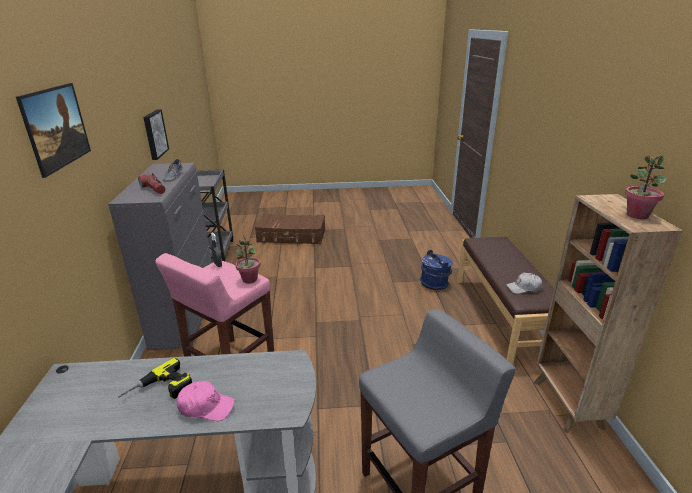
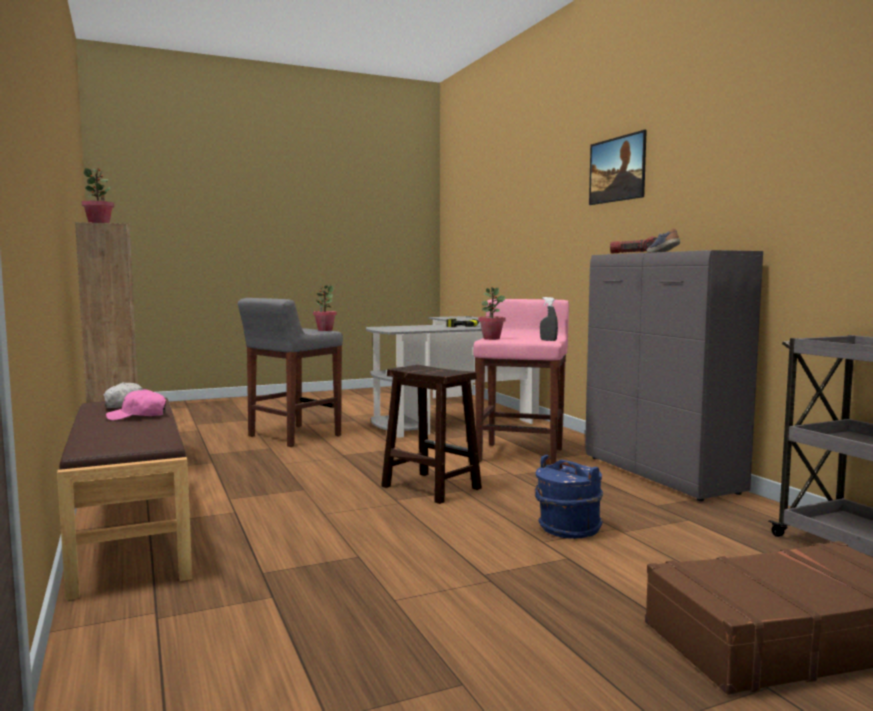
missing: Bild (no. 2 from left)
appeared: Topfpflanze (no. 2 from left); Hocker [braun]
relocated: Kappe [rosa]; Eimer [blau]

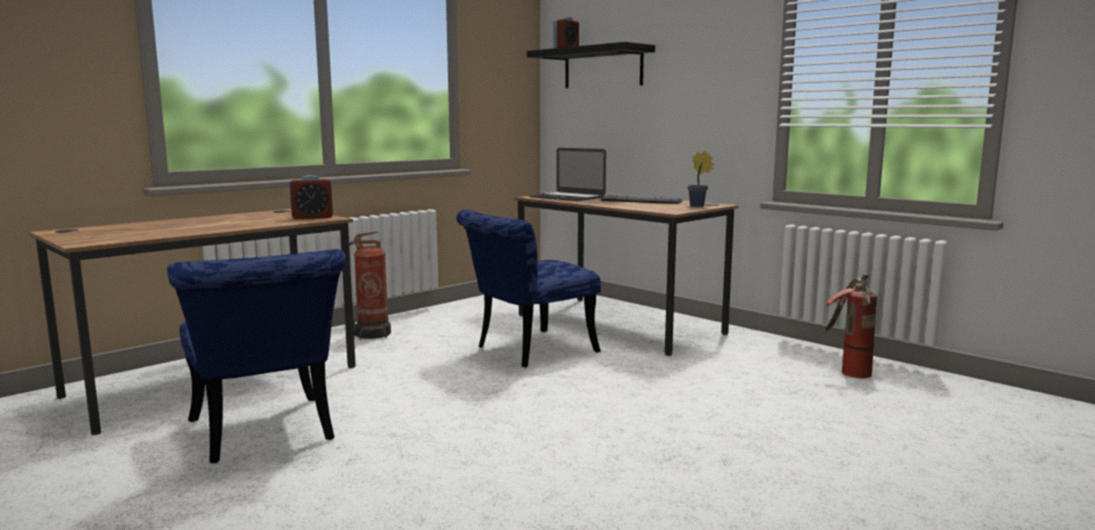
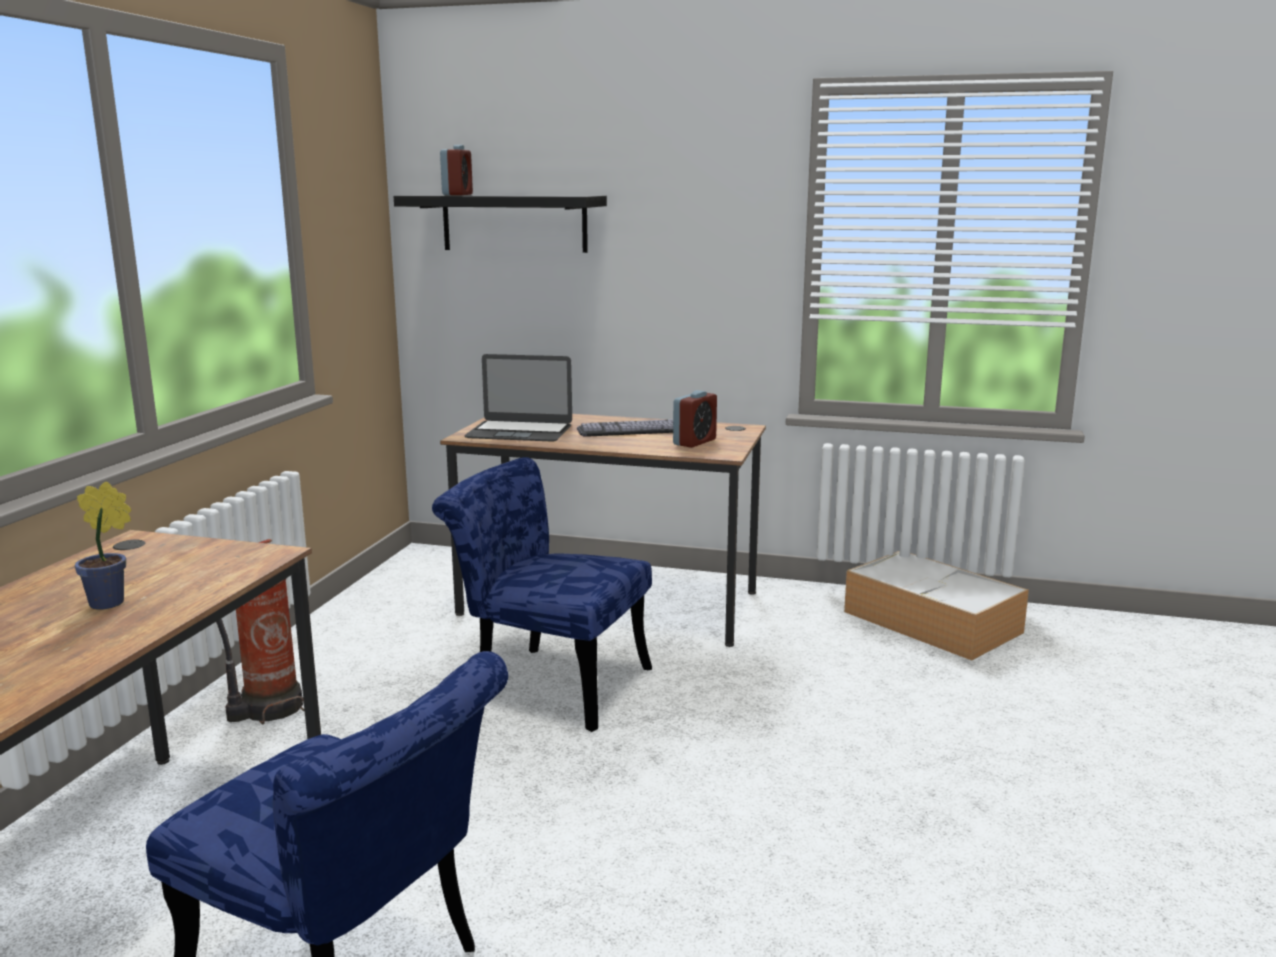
relocated: Topfpflanze; Wecker (no. 1 from left in the first image) to Wecker (no. 2 from left)
exchanged: Feuerlöscher (no. 2 from left) to Aufbewahrungsbox
spun: Stuhl [blau] (no. 2 from left) 90 degrees clockwise

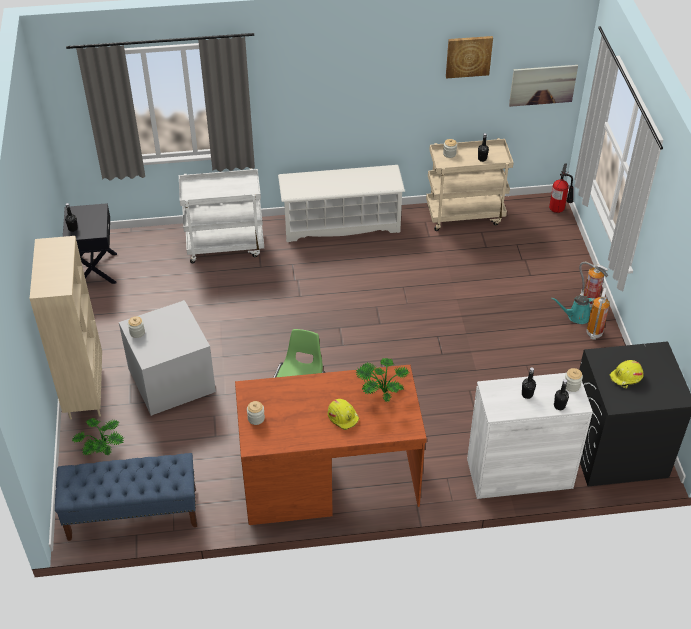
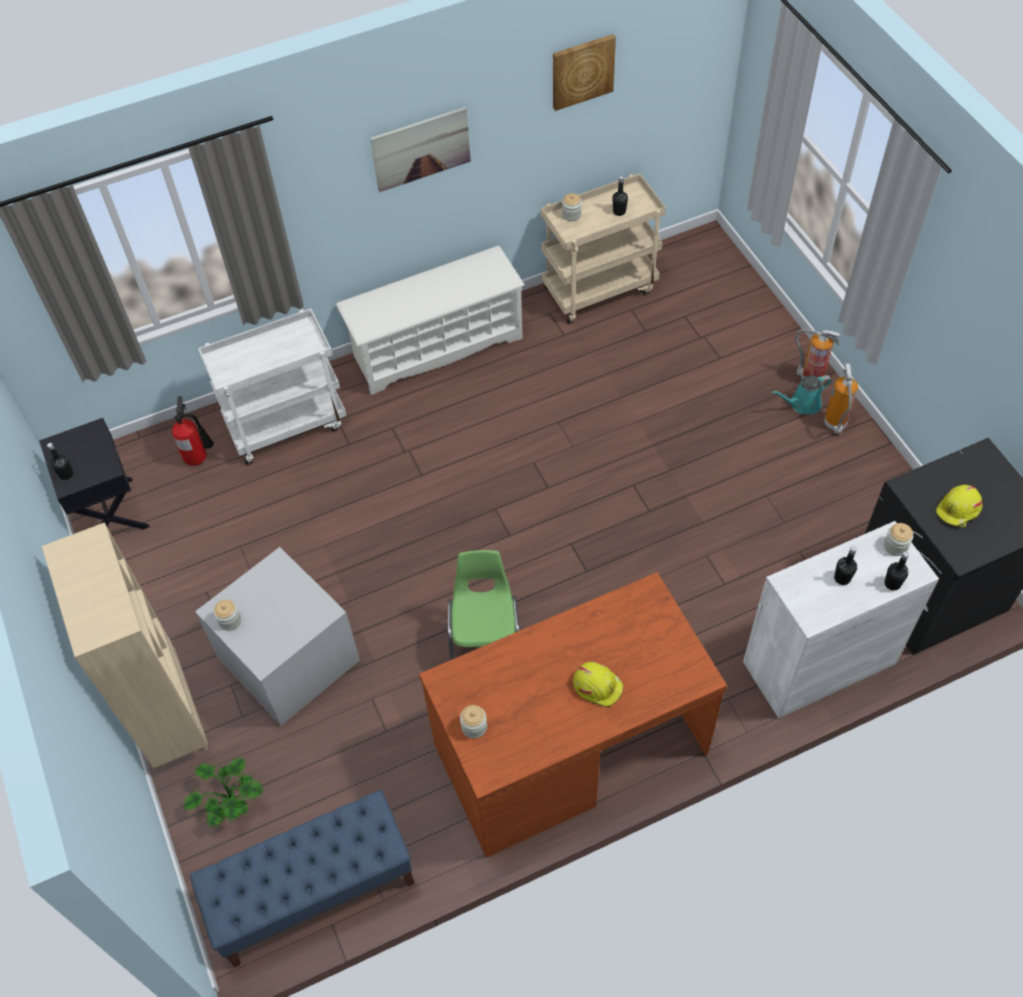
missing: Topfpflanze (no. 2 from left)
relocated: Feuerlöscher (no. 1 from left); Bild (no. 2 from left in the first image) to Bild (no. 1 from left)

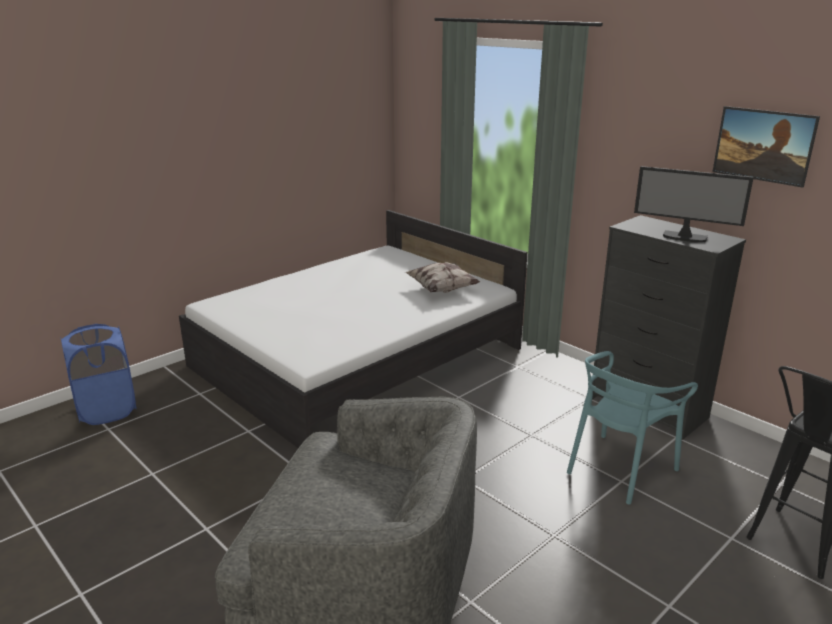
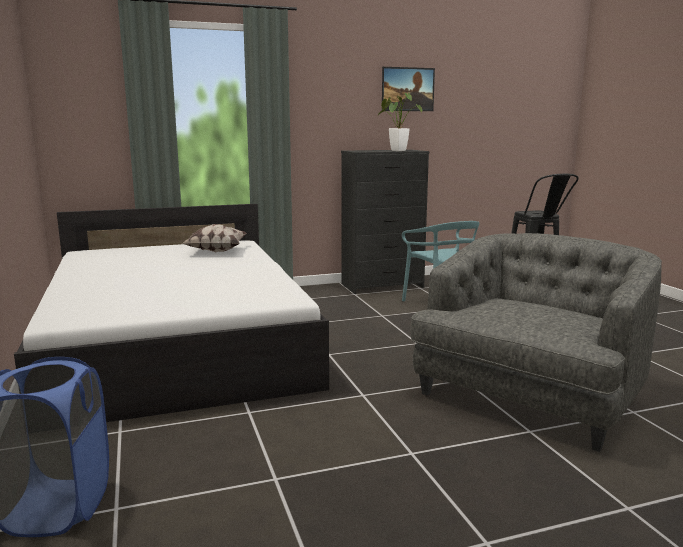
exchanged: Monitor to Topfpflanze

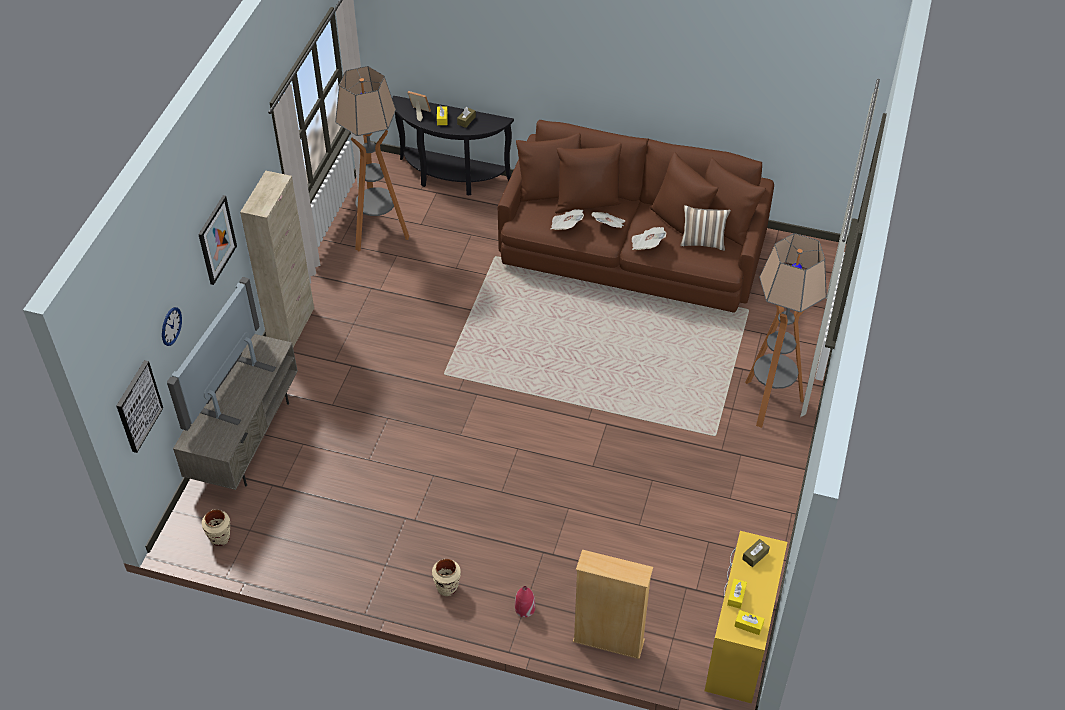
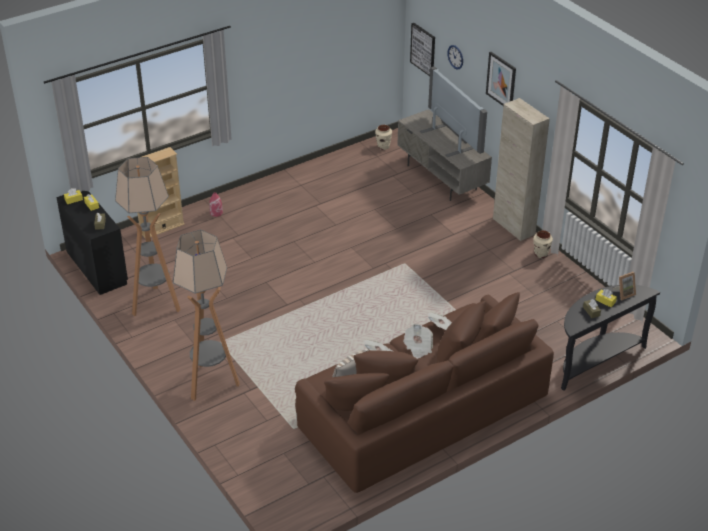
relocated: Stehlampe (no. 1 from left); Vase [beige] (no. 2 from left)
colour: Schreibtisch [gelb] to Schreibtisch [schwarz]

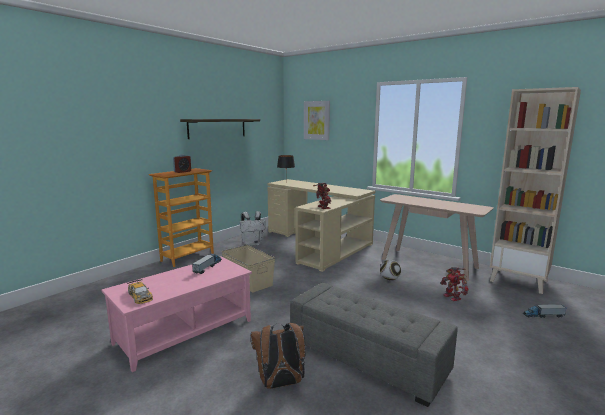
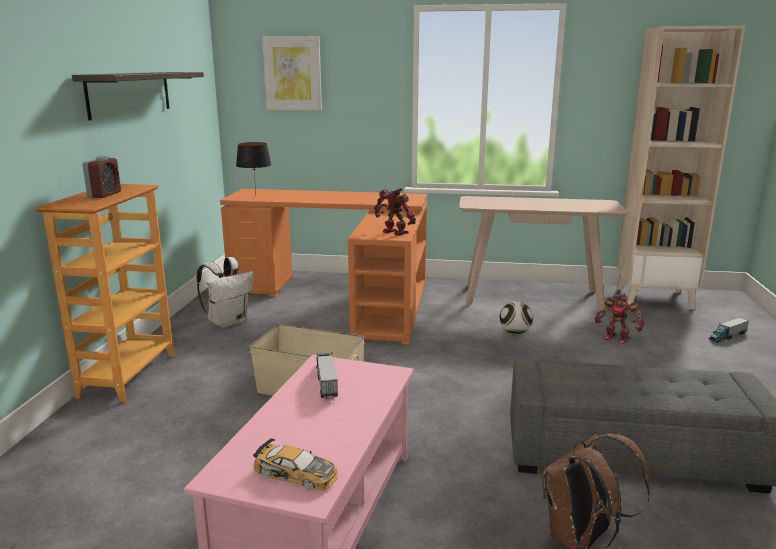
colour: Schreibtisch [beige] to Schreibtisch [orange]

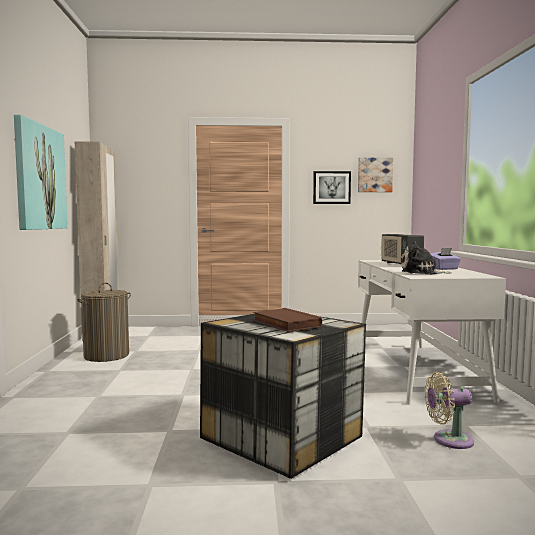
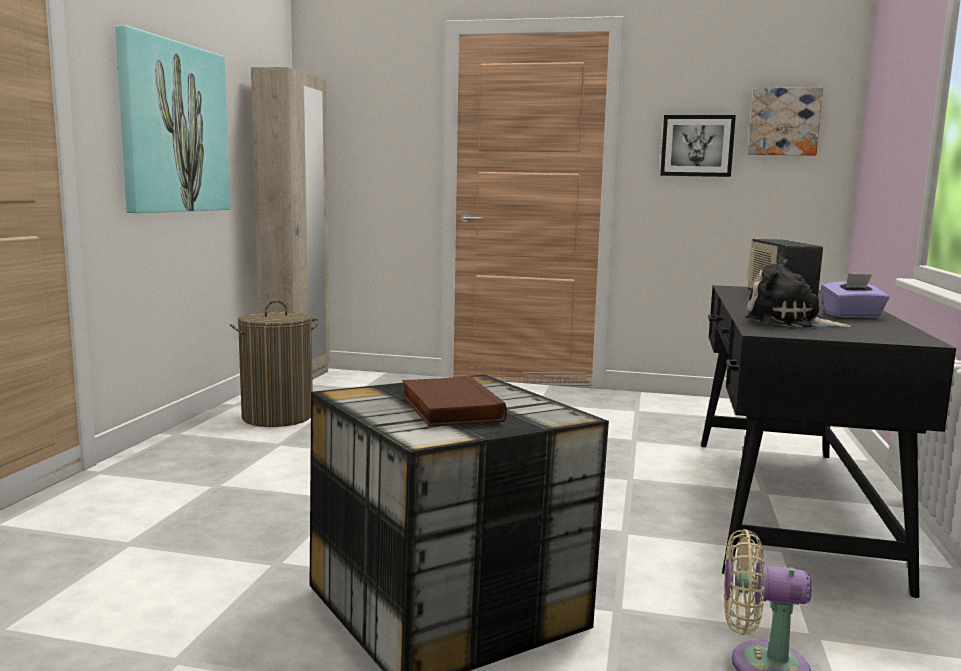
colour: Schreibtisch [weiß] to Schreibtisch [schwarz]

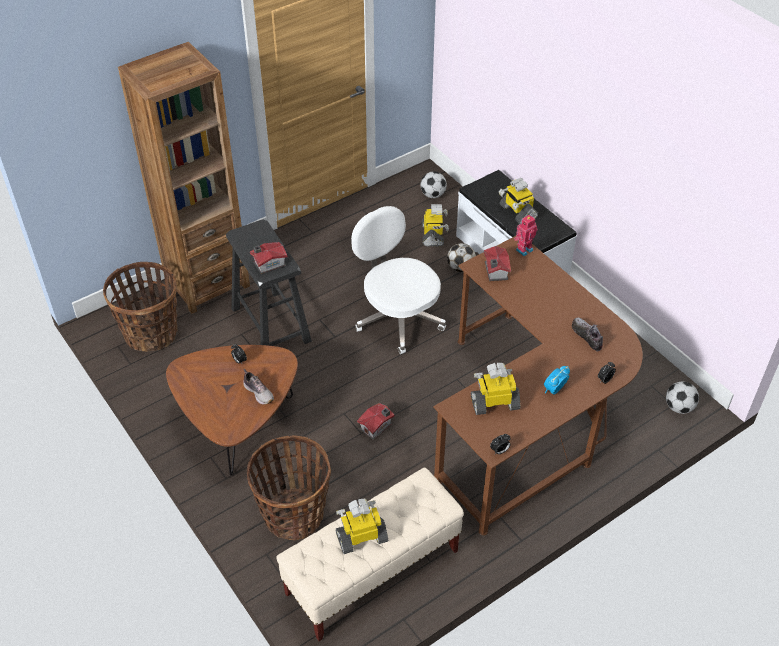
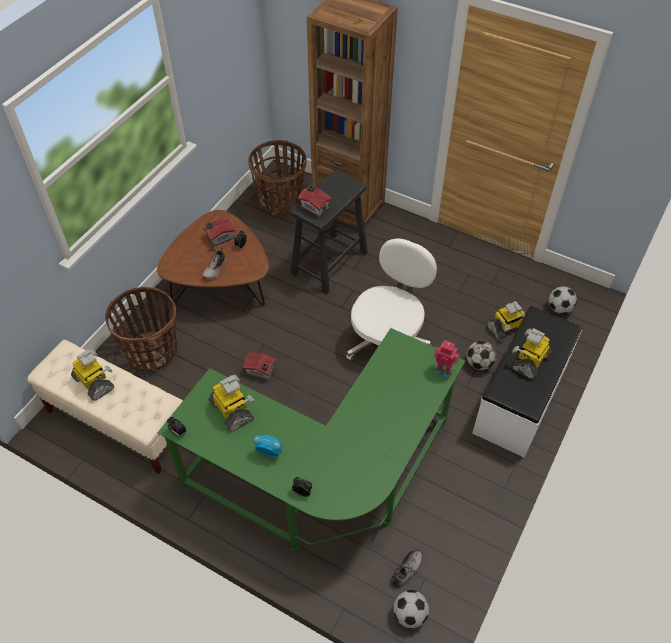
relocated: Spielzeughaus (no. 3 from left in the first image) to Spielzeughaus (no. 1 from left); Schuh (no. 2 from left)
colour: Schreibtisch [braun] to Schreibtisch [grün]

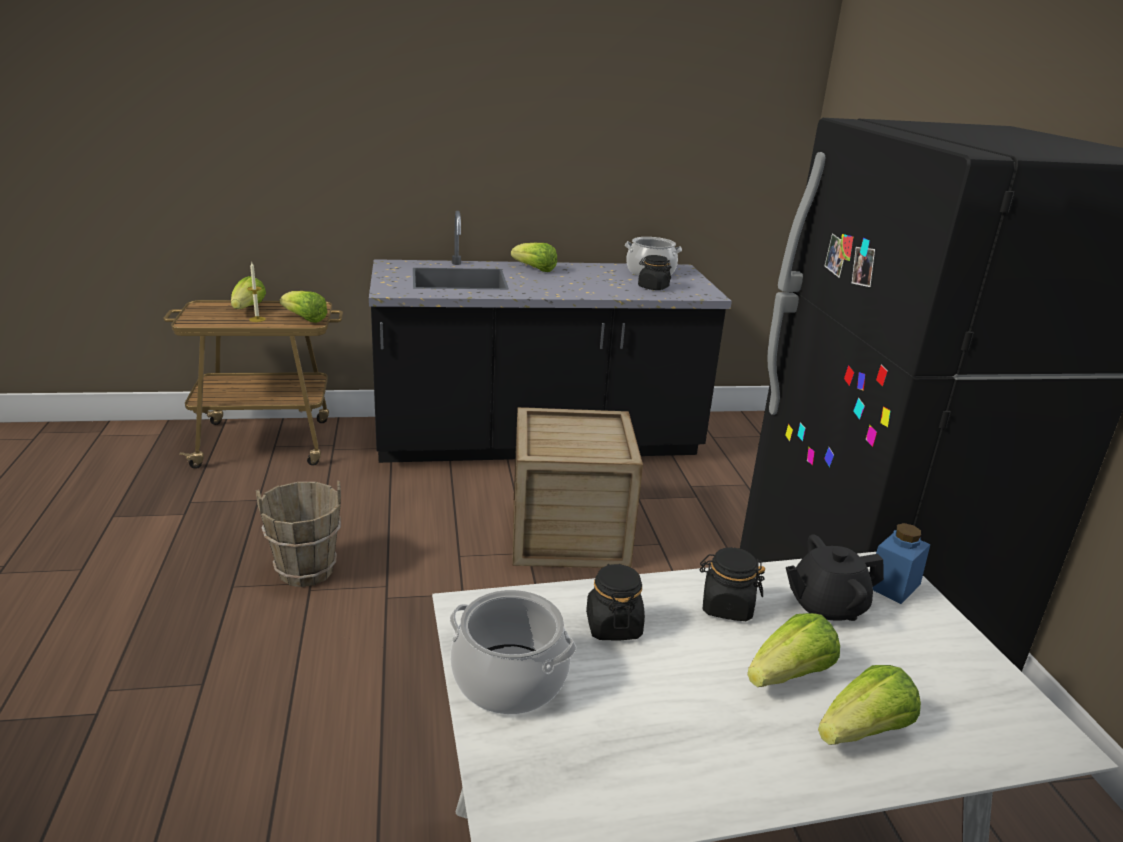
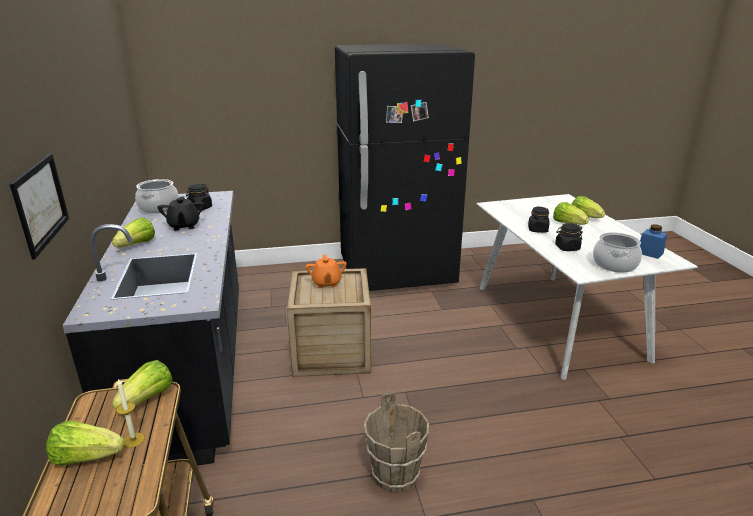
appeared: Bild; Teekanne [orange]
relocated: Teekanne [schwarz]; Vorratsglas [blau]

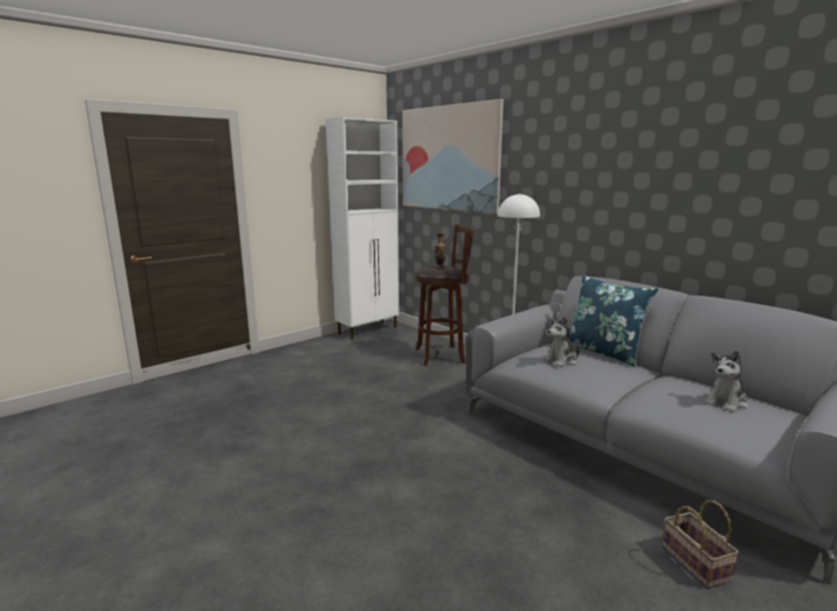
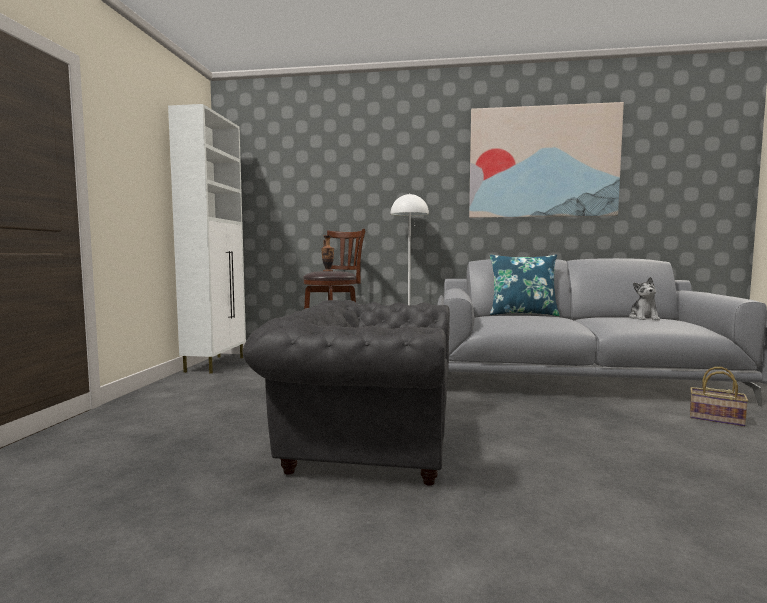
missing: Plüschtier (no. 1 from left)
appeared: Sessel [grau]
relocated: Bild

